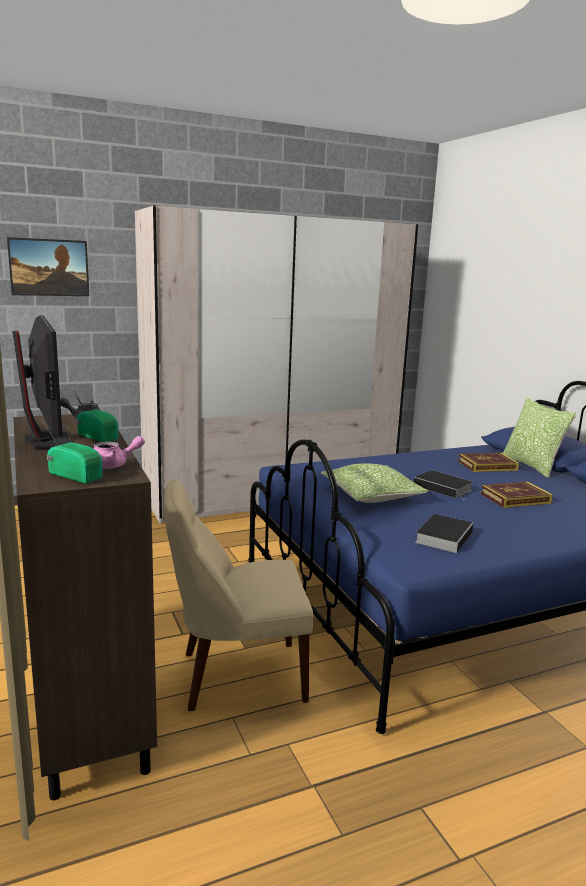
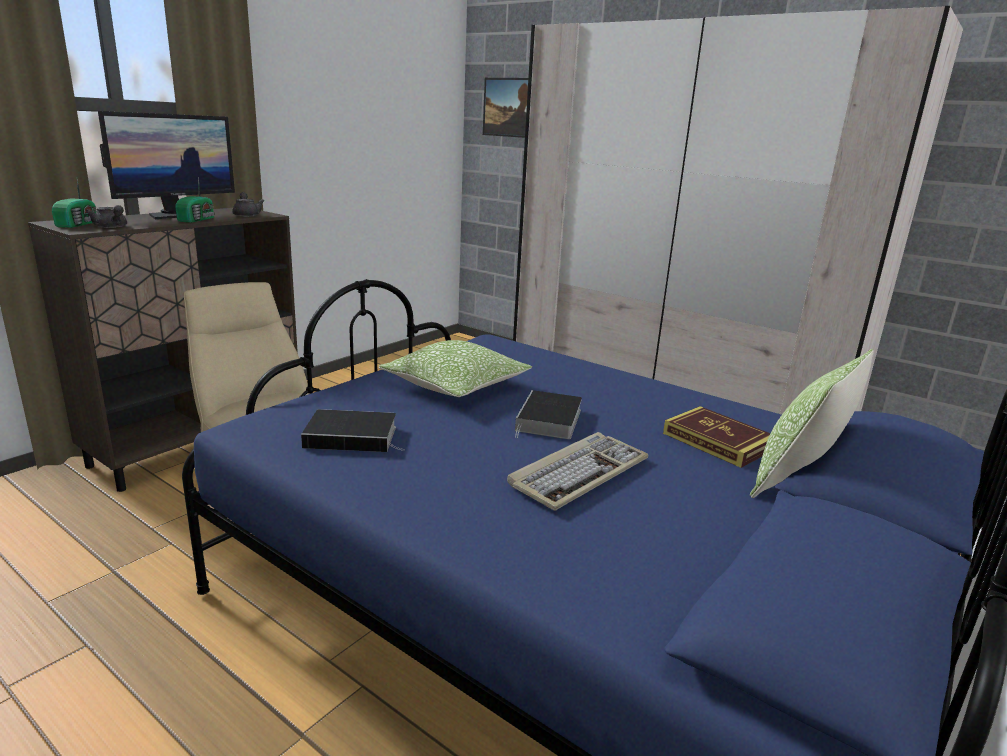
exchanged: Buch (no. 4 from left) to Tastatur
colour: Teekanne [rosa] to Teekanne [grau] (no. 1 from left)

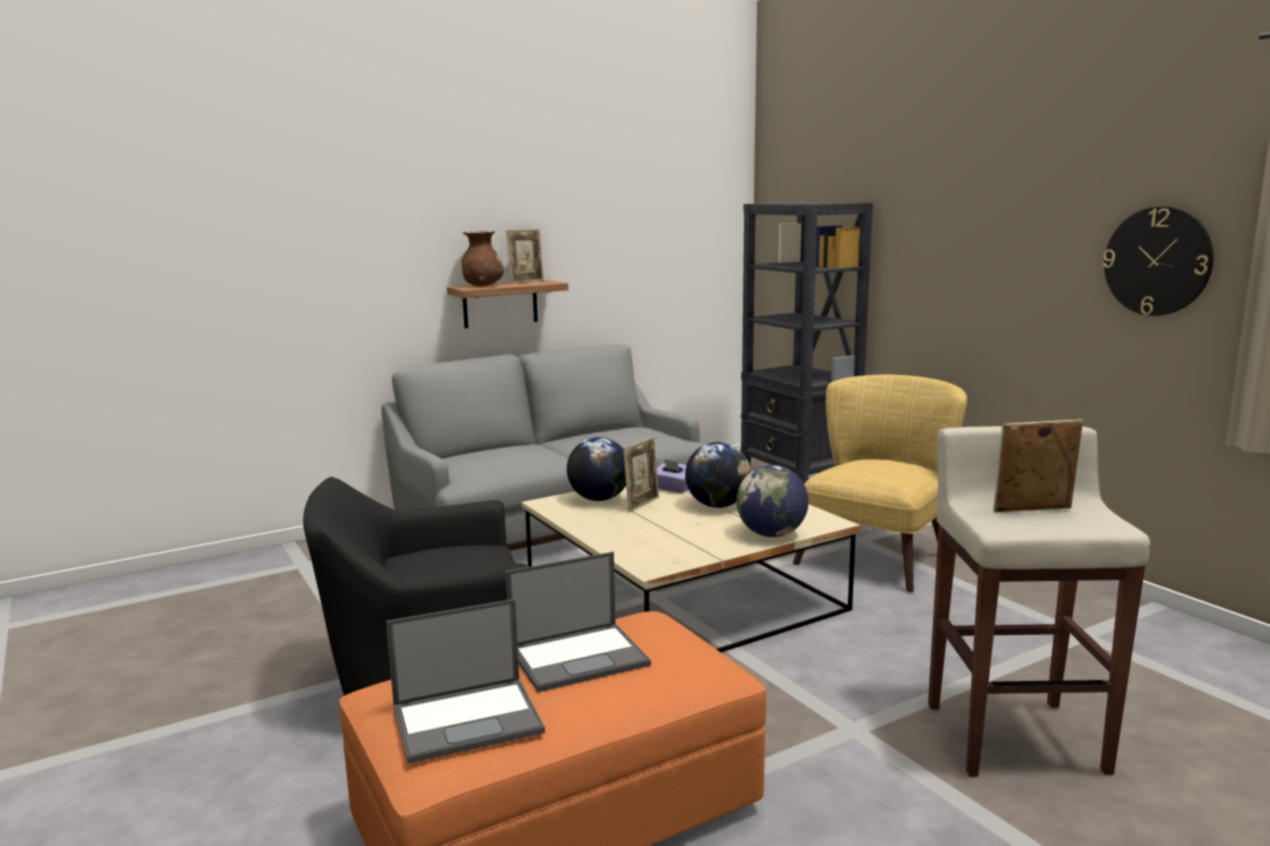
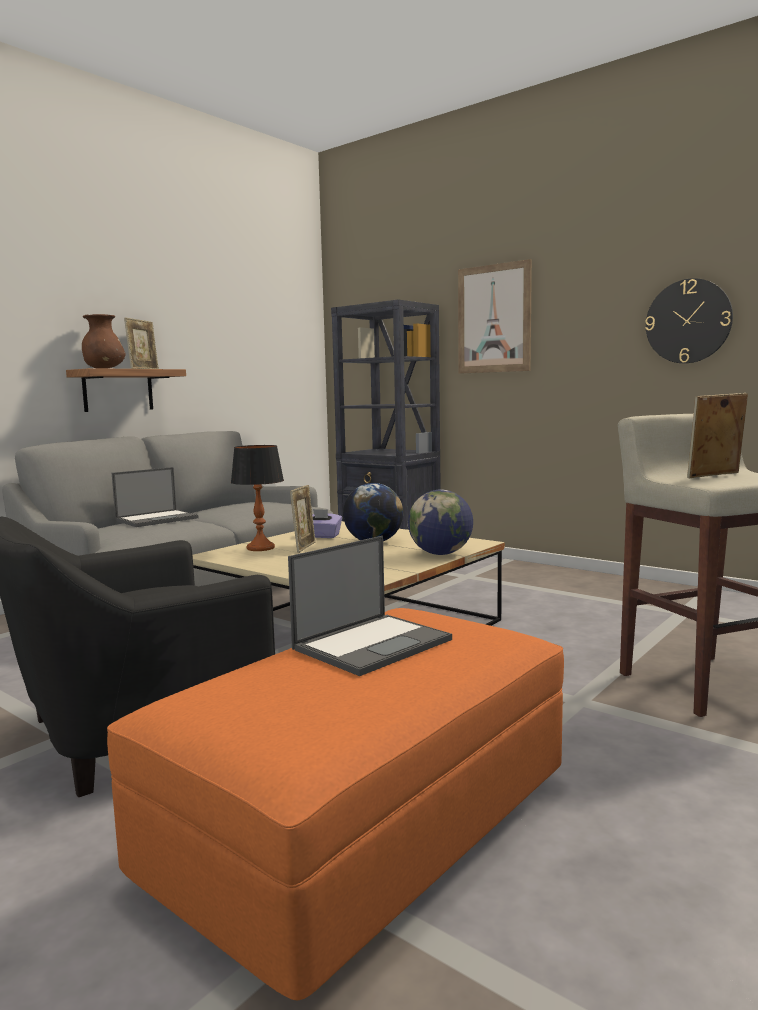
missing: Sessel [gelb]
appeared: Bild
relocated: Laptop (no. 1 from left)
exchanged: Globus (no. 1 from left) to Tischlampe

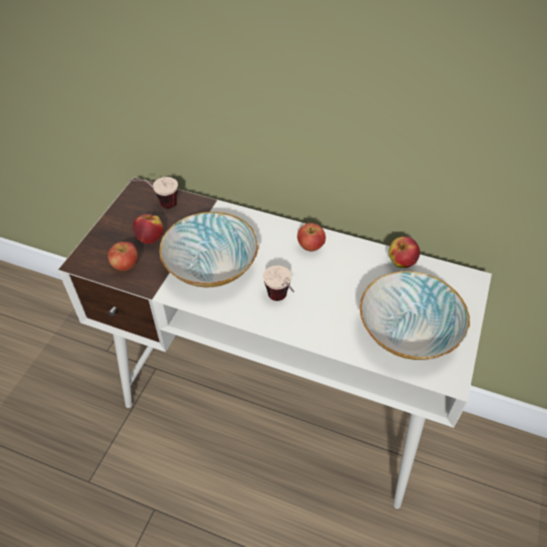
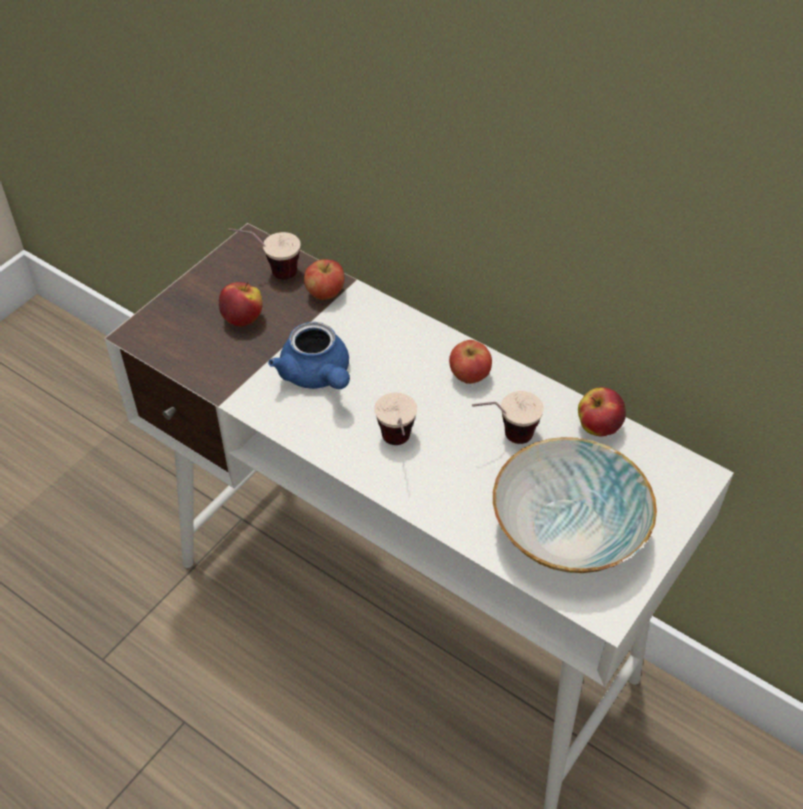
appeared: Tasse (no. 3 from left)
relocated: Apfel (no. 1 from left in the first image) to Apfel (no. 2 from left)
exchanged: Schüssel (no. 1 from left) to Teekanne [blau]

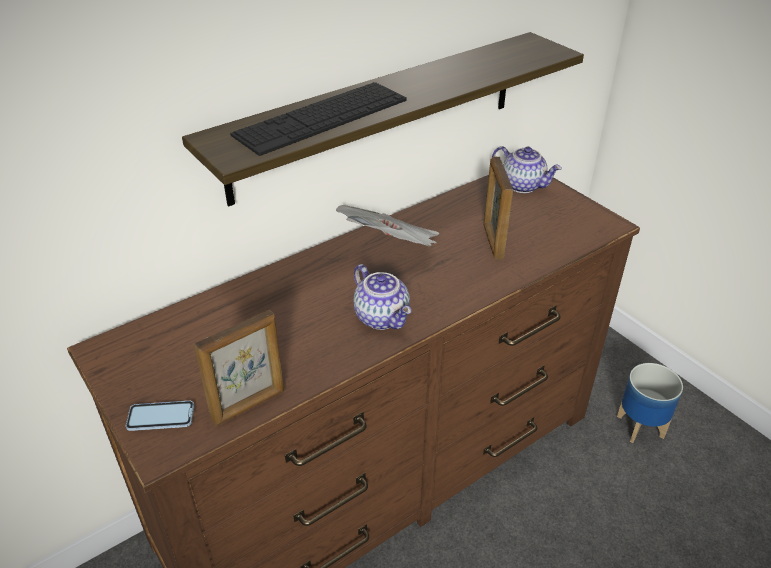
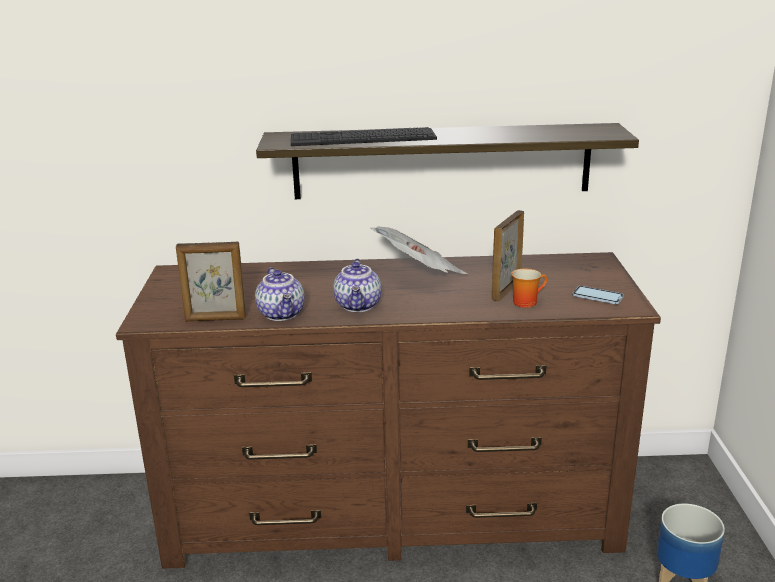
appeared: Henkelbecher
relocated: Teekanne (no. 2 from left in the first image) to Teekanne (no. 1 from left); Handy

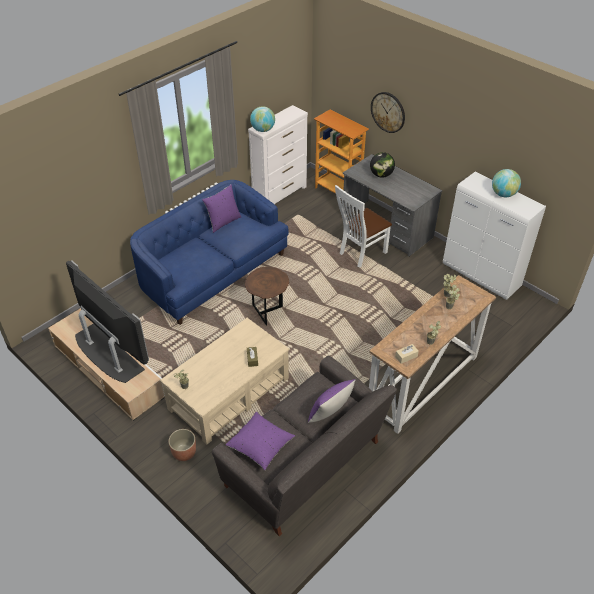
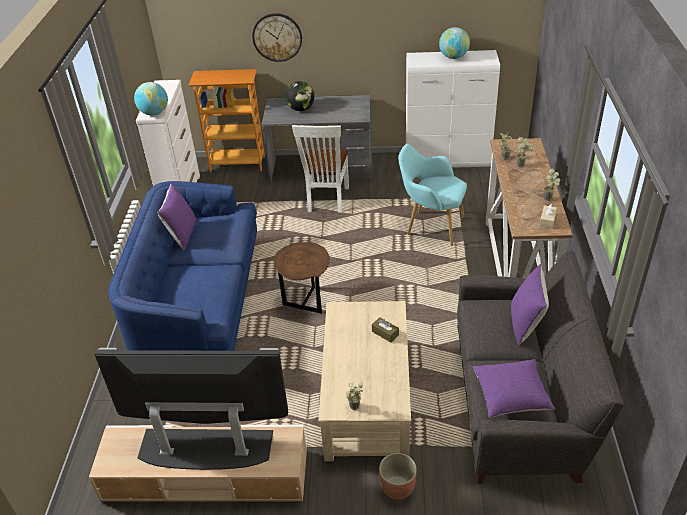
appeared: Sessel [türkis]

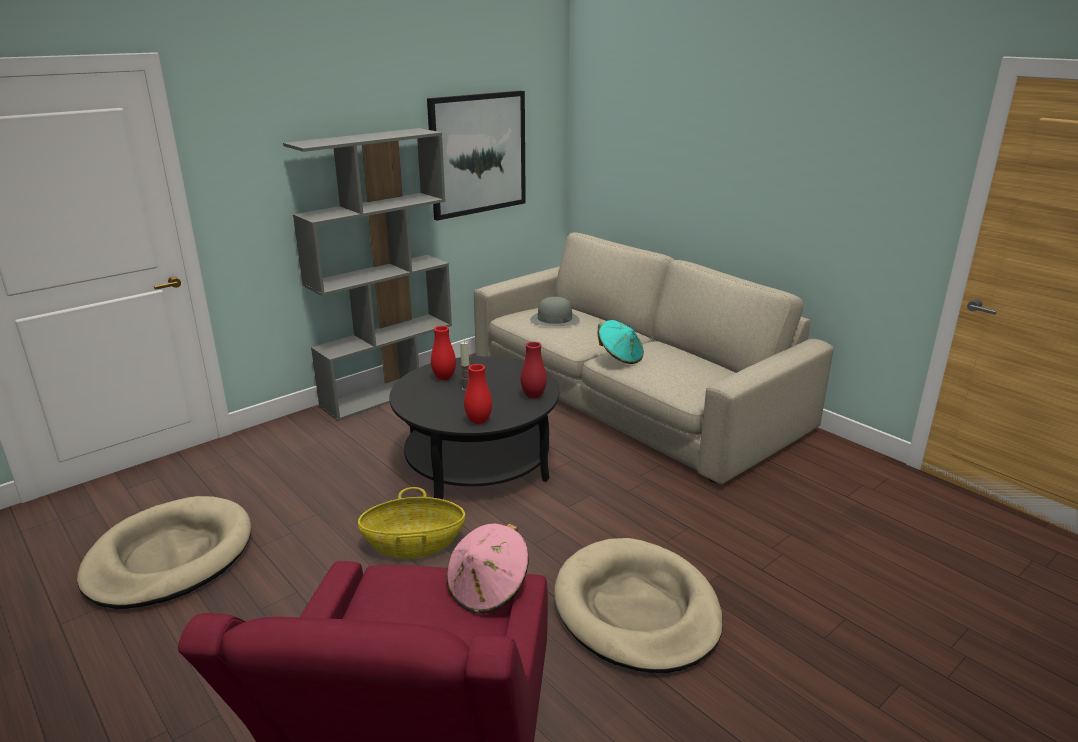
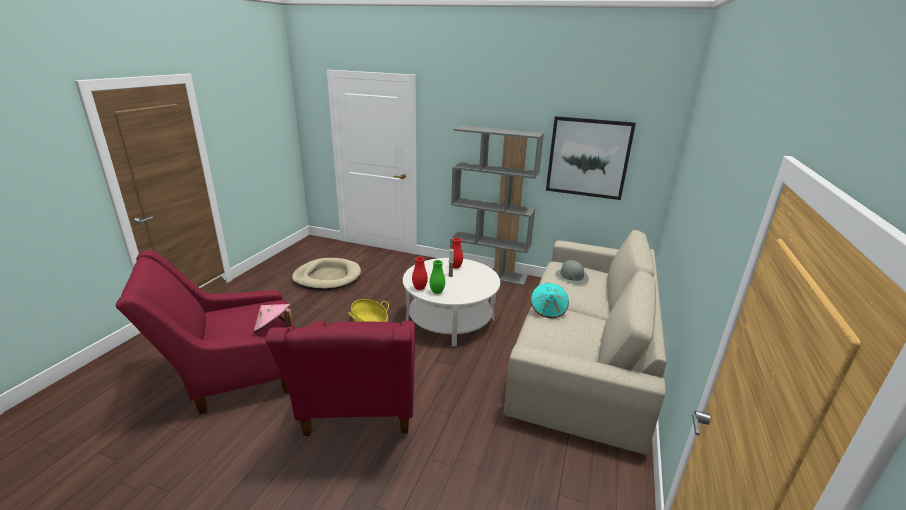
missing: Vase [rot] (no. 3 from left)
appeared: Vase [grün]
exchanged: Hundebett [beige] (no. 2 from left) to Sessel [rot] (no. 2 from left)
colour: Couchtisch [schwarz] to Couchtisch [weiß]

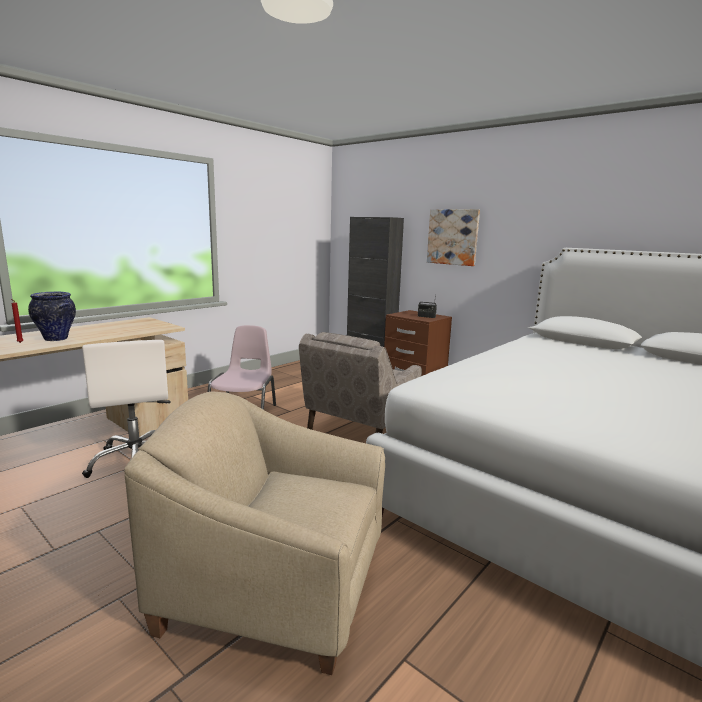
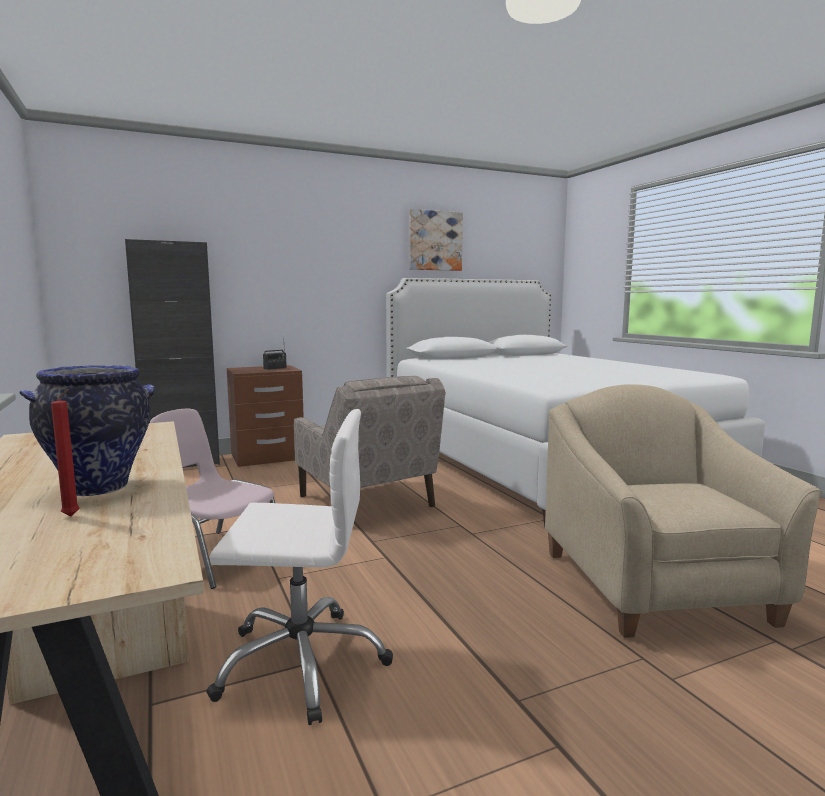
relocated: Bild
spun: Sessel [beige] (no. 1 from left in the first image) 135 degrees clockwise

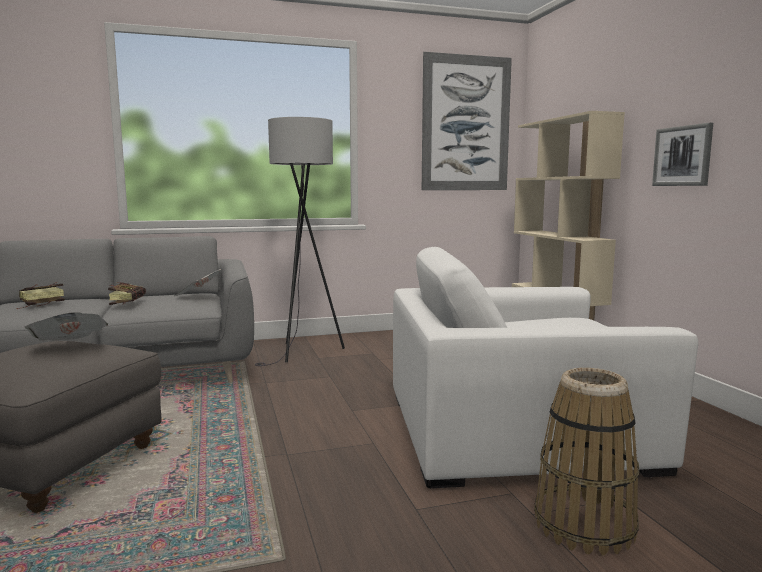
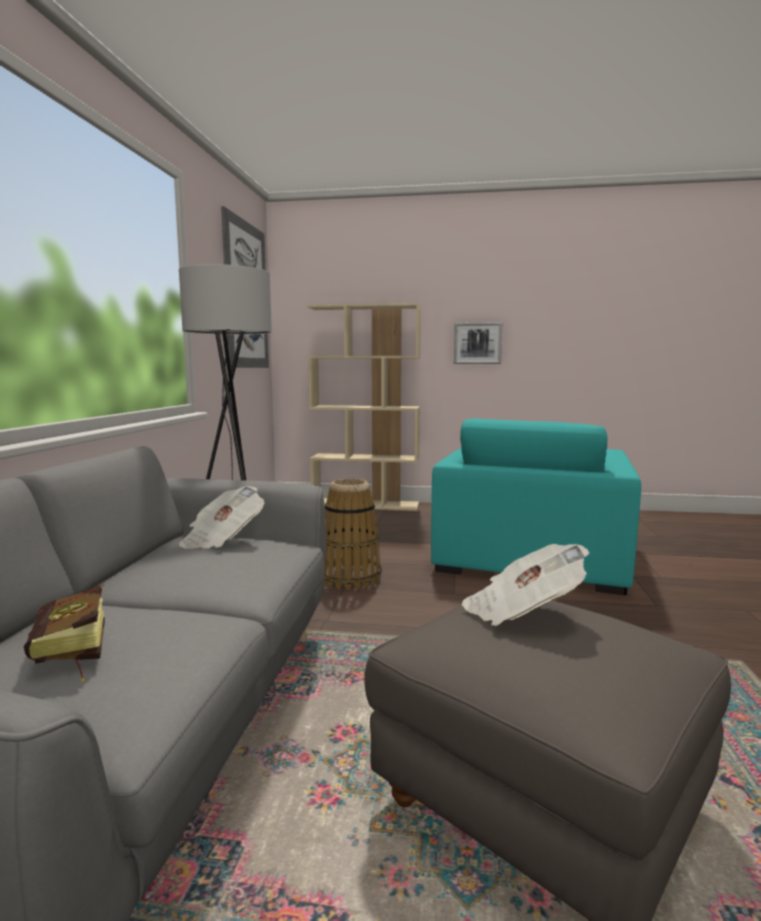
missing: Buch (no. 2 from left)
relocated: Korb
colour: Sessel [weiß] to Sessel [türkis]

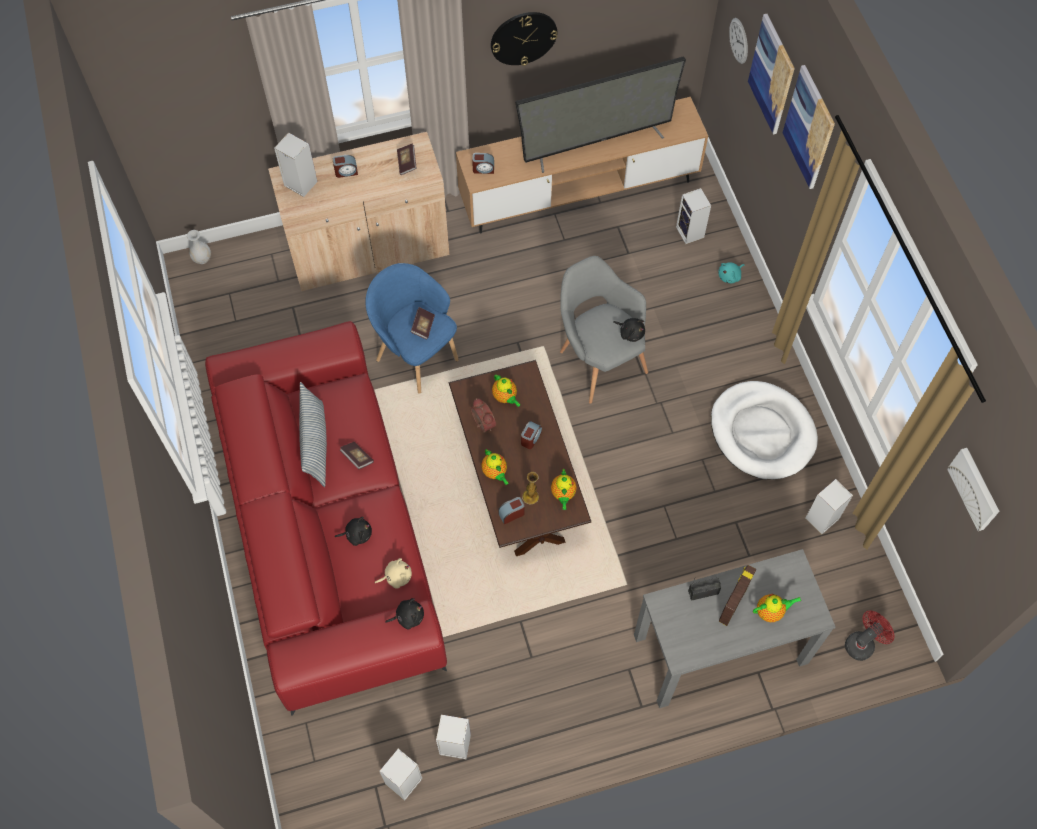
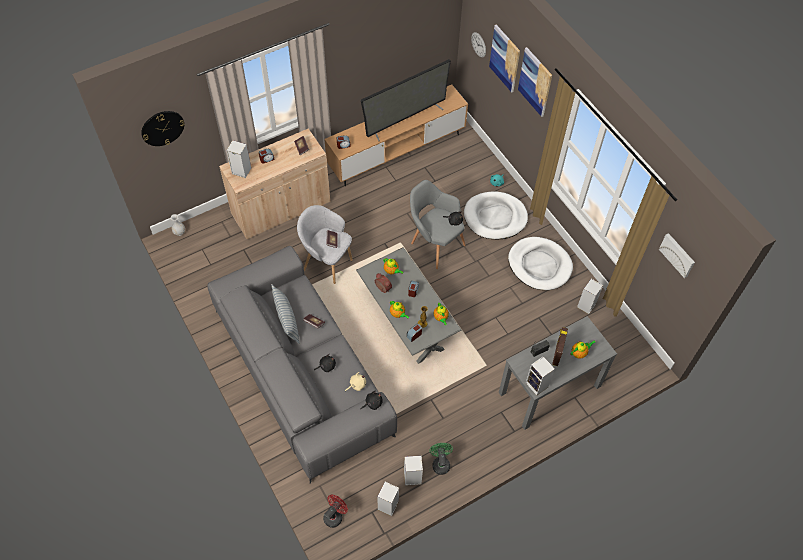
appeared: Ventilator [grün]; Hundebett [weiß] (no. 1 from left)
relocated: Wanduhr (no. 1 from left); Ventilator [rot]; Lautsprecher (no. 4 from left)
colour: Sofa [rot] to Sofa [grau]; Sessel [blau] to Sessel [grau] (no. 1 from left); Couchtisch [braun] to Couchtisch [grau]

